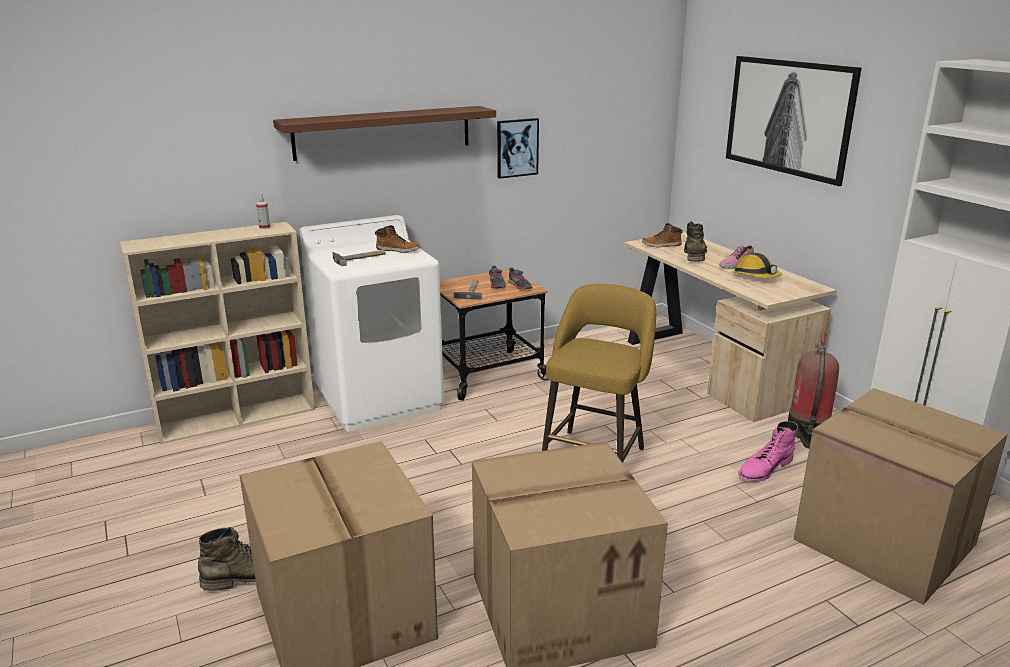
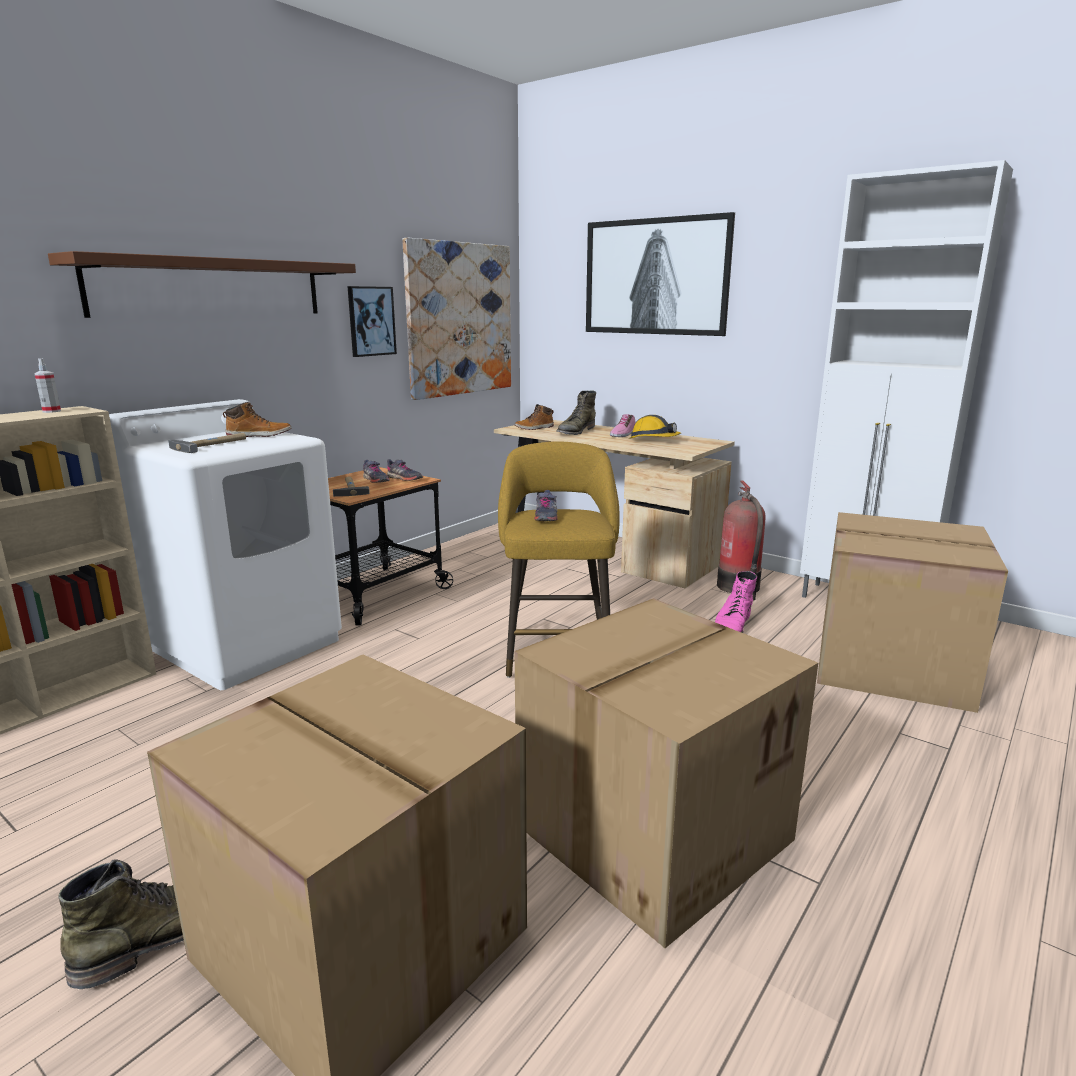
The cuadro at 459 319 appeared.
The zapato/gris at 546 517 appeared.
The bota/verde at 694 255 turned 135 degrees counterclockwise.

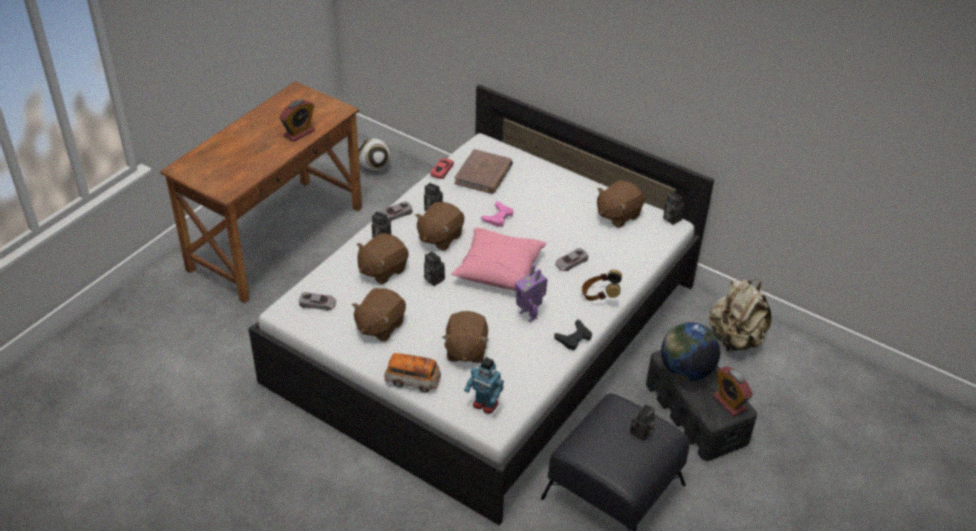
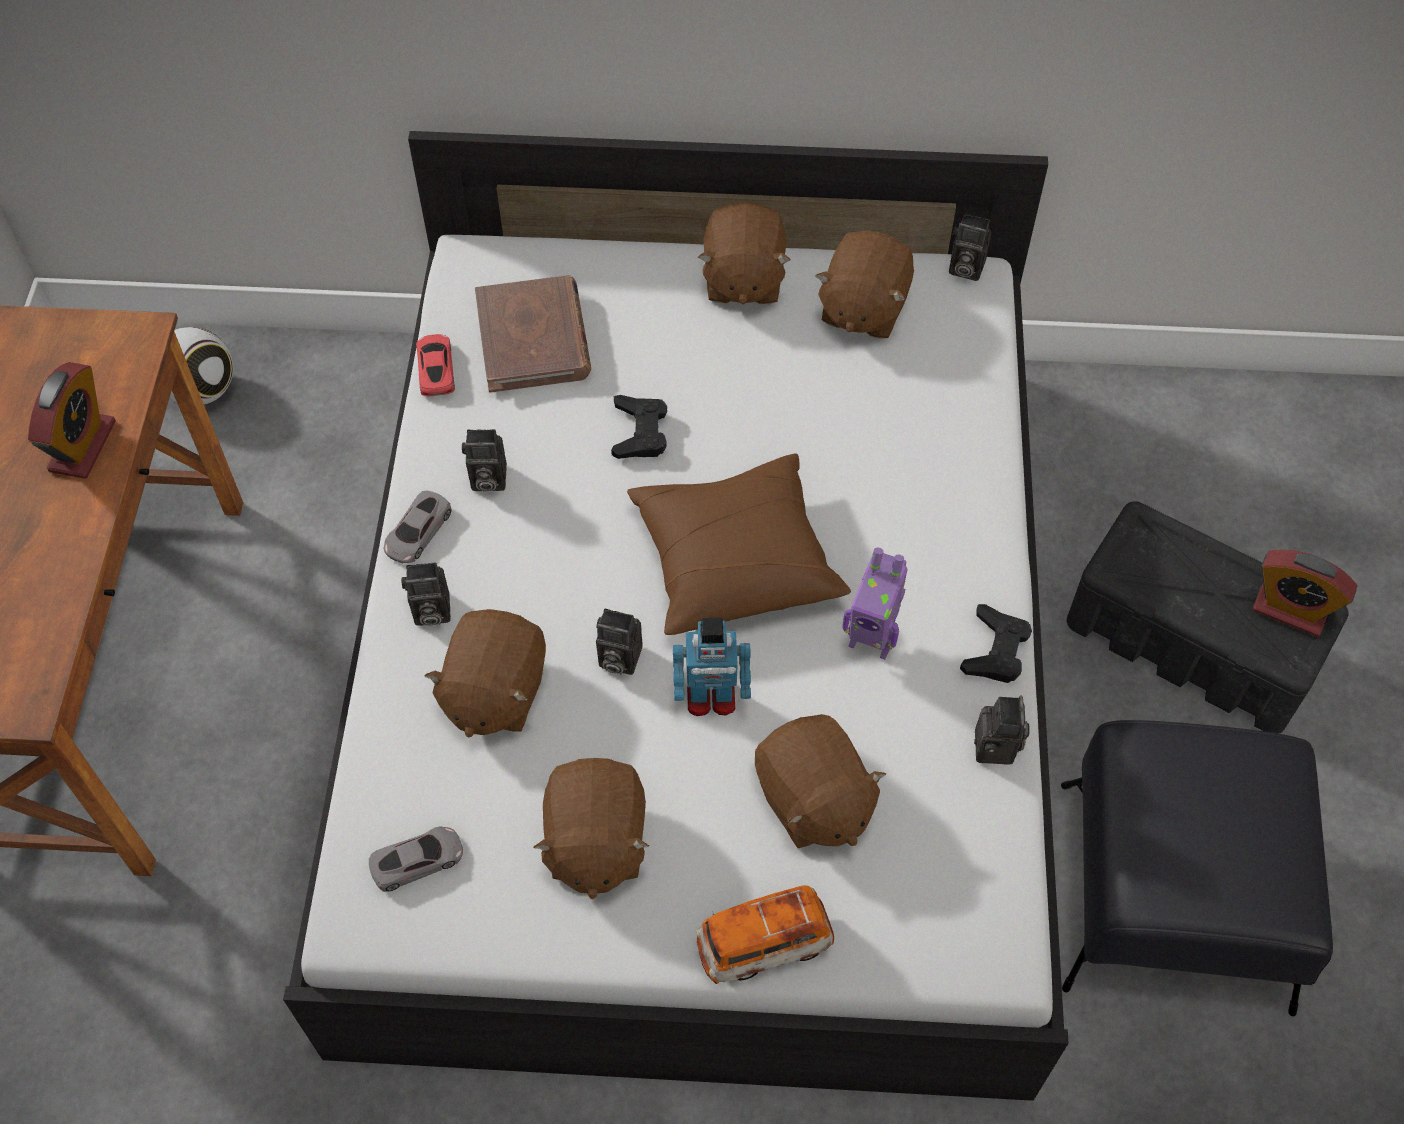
The mando de consola/rosa at 498 217 became the mando de consola/negro at 640 432.
The cojín/rosa at 499 269 became the cojín/marrón at 734 560.
The robot de juguete moved from 485 405 to 711 698.
The peluche/marrón moved from 439 237 to 742 279.
The cámara moved from 641 433 to 997 749.
The coche de juguete/gris at 571 262 disappeared.
The auriculares at 599 296 disappeared.
The globo terráqueo at 685 371 disappeared.
The mochila/beis at 735 339 disappeared.

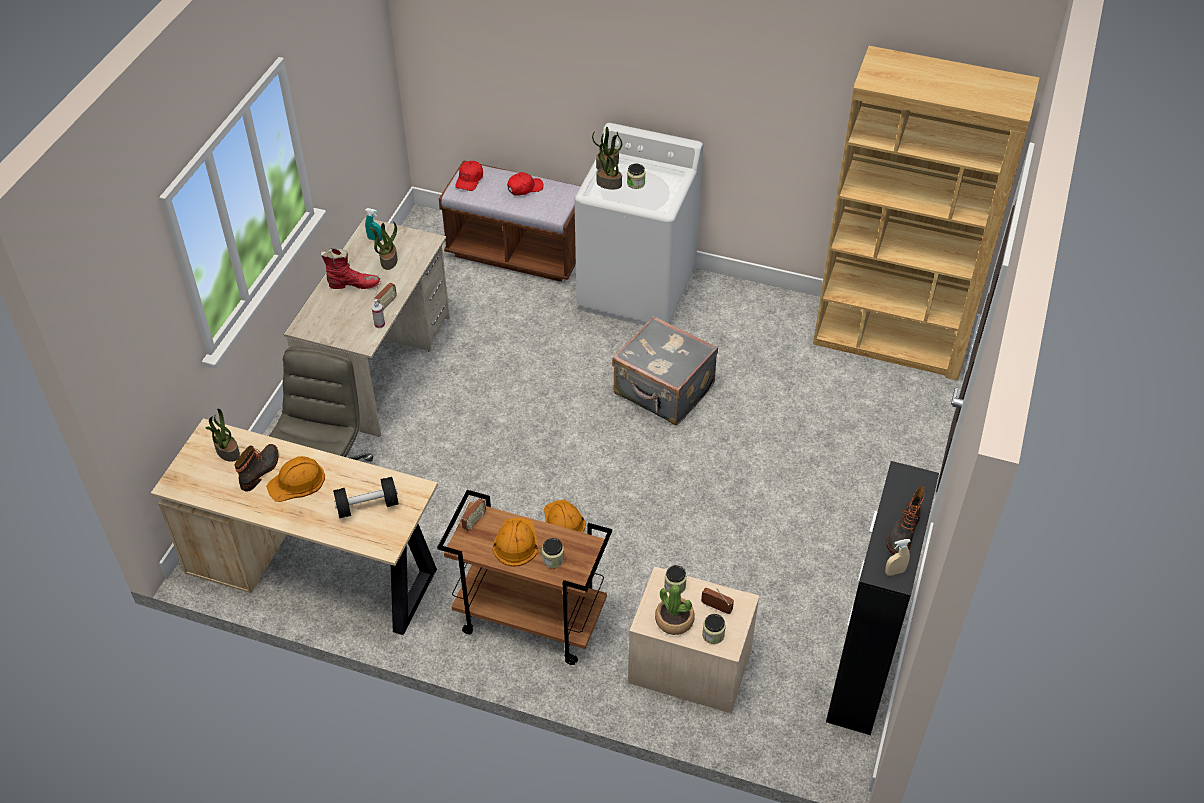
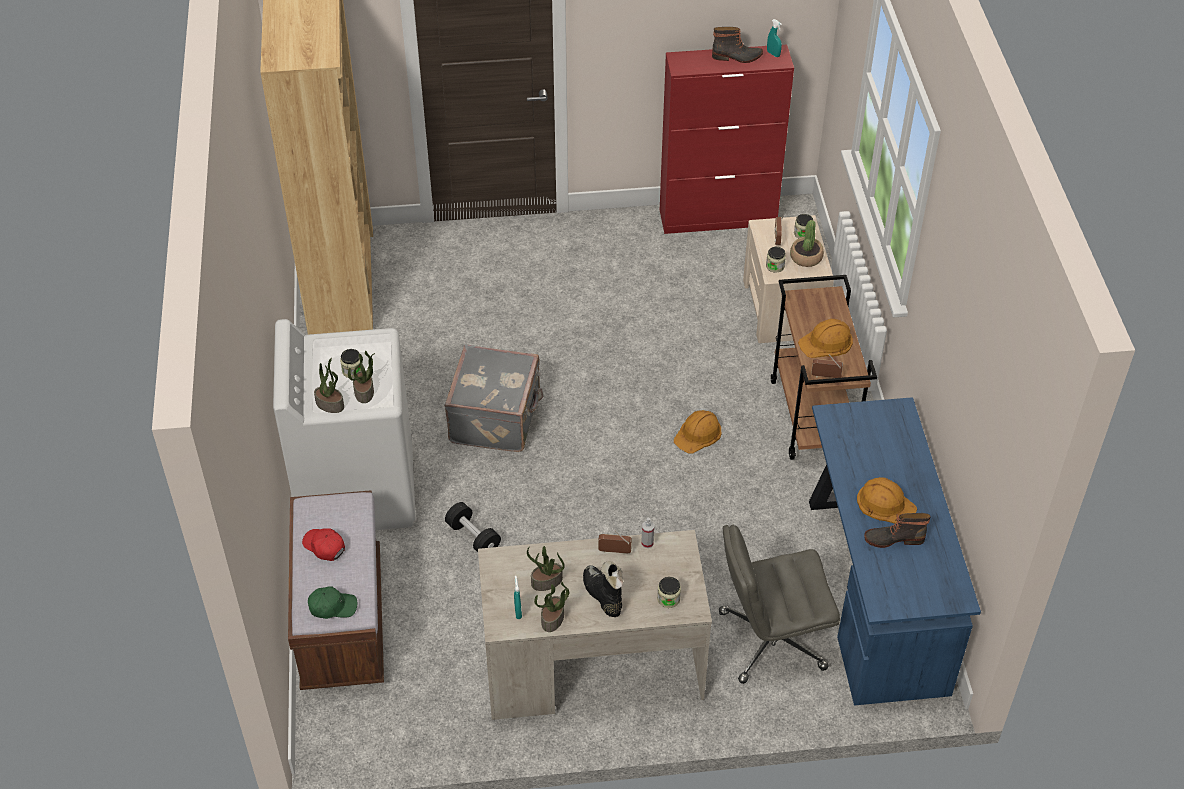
The gorra/rojo at 470 180 became the gorra/verde at 332 606.
The mancuerna/negro moved from 367 506 to 473 537.
The planta en maceta moved from 227 452 to 553 619.
The bota/rojo at 353 284 became the bota/negro at 602 596.
The tarro moved from 553 559 to 668 599.
The armario/negro at 862 670 became the armario/rojo at 718 217.
The pulverizador/beis at 895 572 became the pulverizador/turquesa at 773 54.
The escritorio/beis at 316 571 became the escritorio/azul at 874 589.

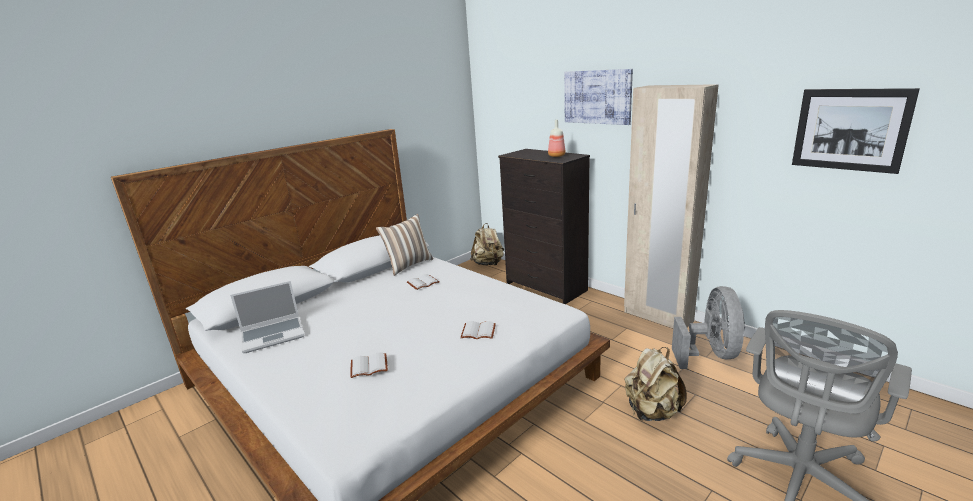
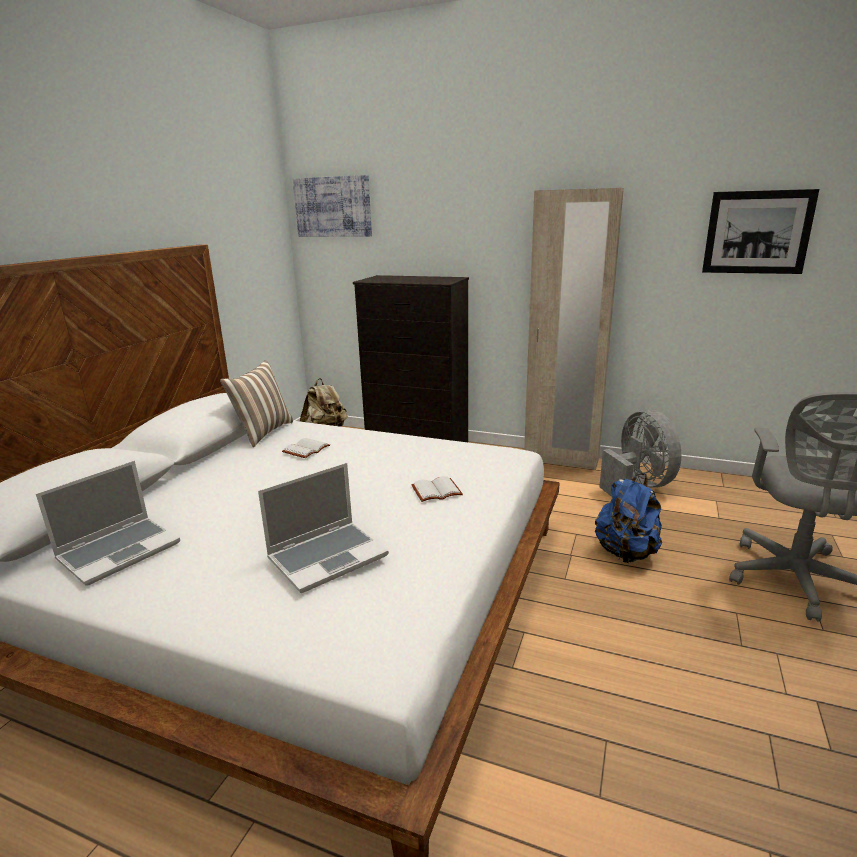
The libro/blanco at 369 365 was replaced by the portátil at 328 556.
The cuadro moved from 597 97 to 333 207.
The mochila/beis at 652 412 became the mochila/azul at 626 553.
The botella at 556 156 disappeared.

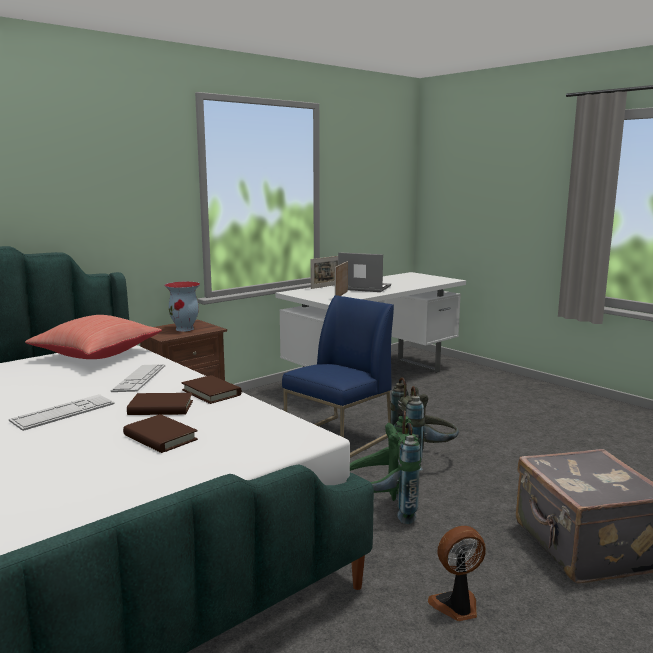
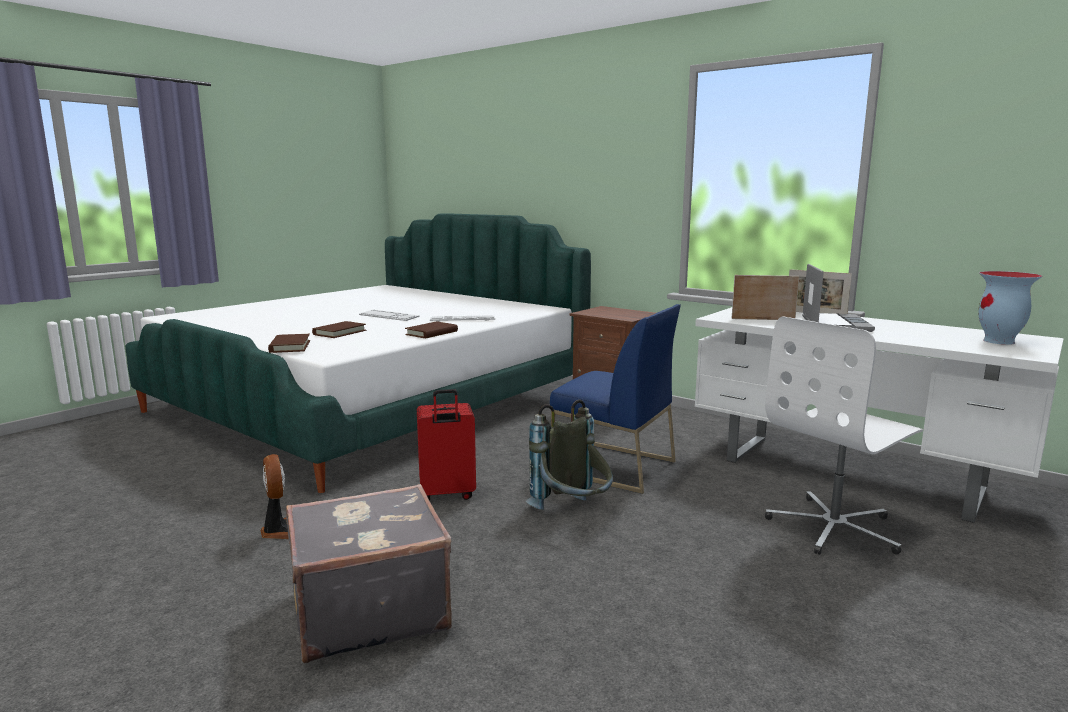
The libro/marrón moved from 161 408 to 290 346.
The mochila/verde at 380 510 was replaced by the maleta/rojo at 446 495.
The silla de oficina/blanco at 834 528 appeared.
The florero moved from 185 329 to 1000 341.
The cojín/rojo at 96 355 disappeared.

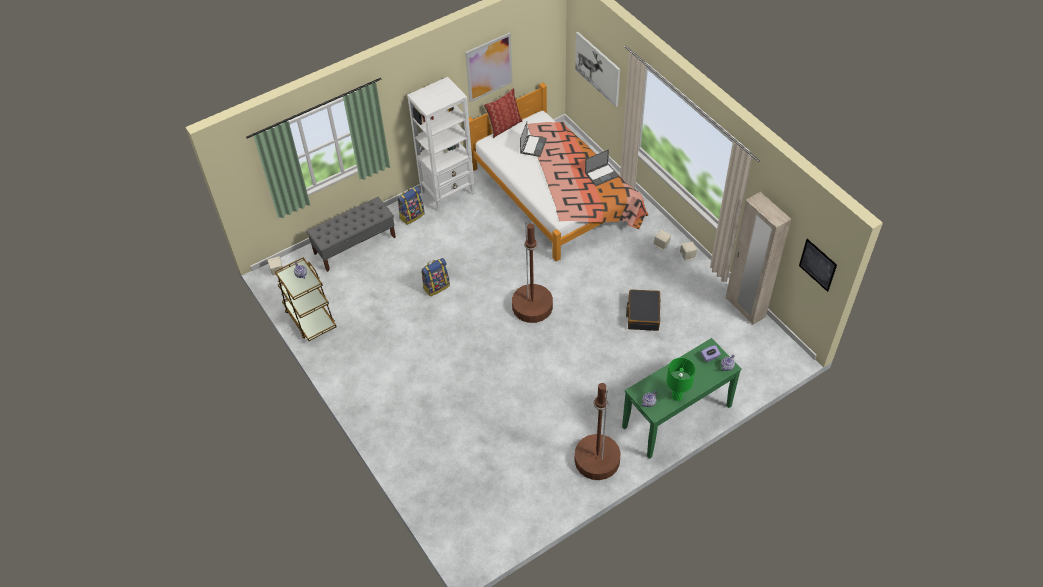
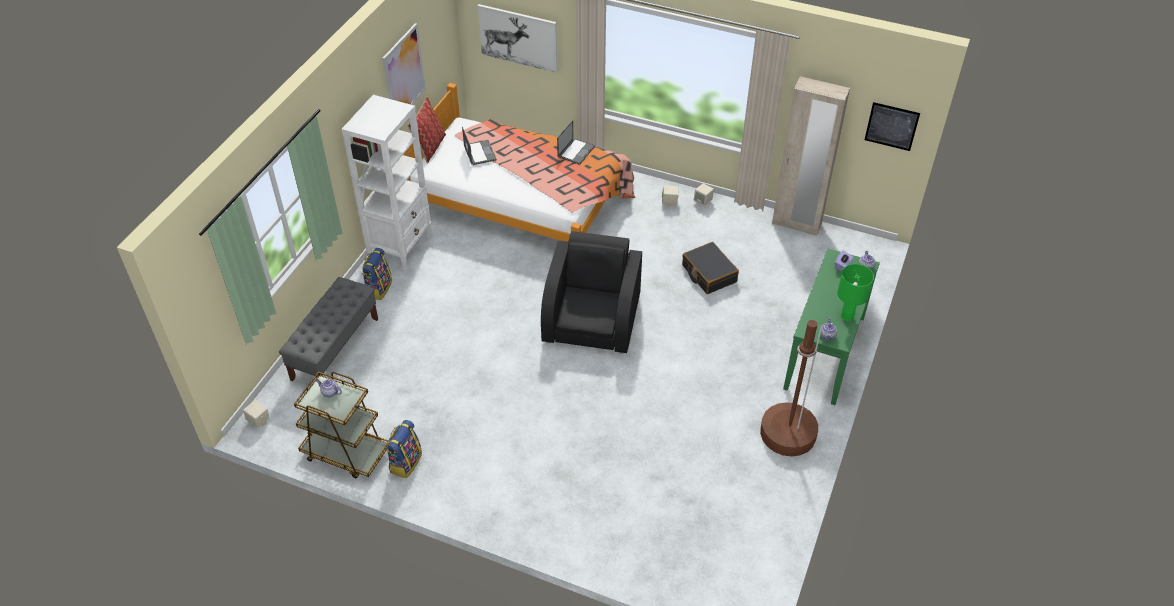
The mochila moved from 436 286 to 405 462.
The lámpara de pie/marrón at 532 306 was replaced by the sillón/negro at 592 318.

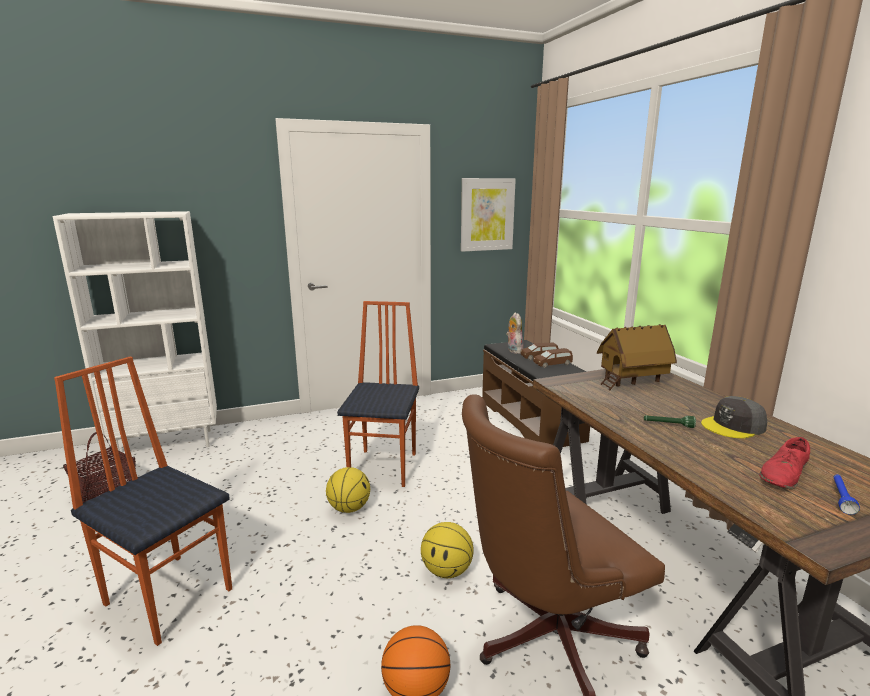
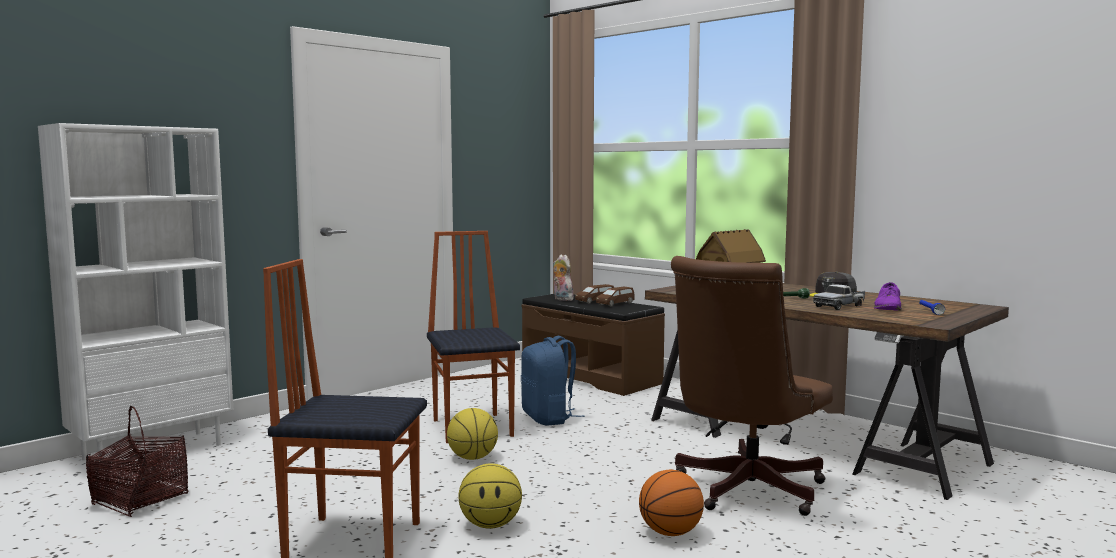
The balón de baloncesto moved from 447 571 to 491 525.
The mochila/azul at 549 418 appeared.
The camión de juguete at 840 306 appeared.
The zapato/rojo at 784 474 became the zapato/morado at 888 307.
The cuadro at 487 214 disappeared.

